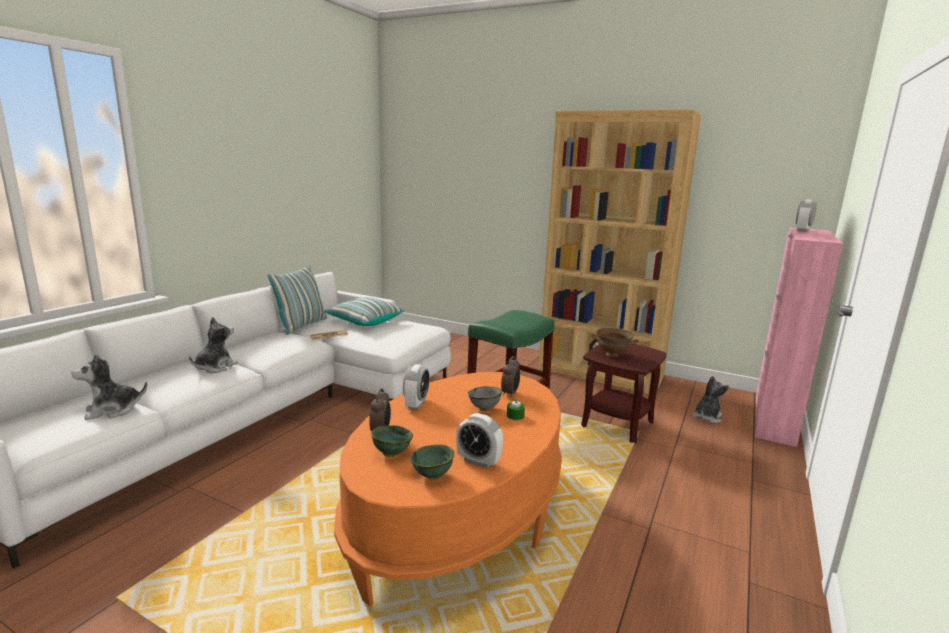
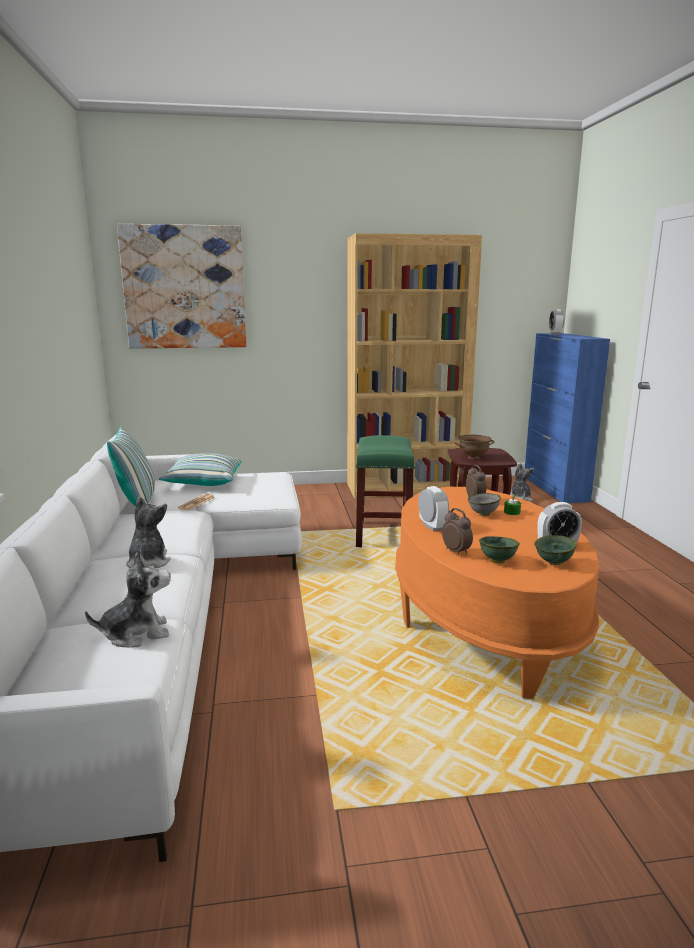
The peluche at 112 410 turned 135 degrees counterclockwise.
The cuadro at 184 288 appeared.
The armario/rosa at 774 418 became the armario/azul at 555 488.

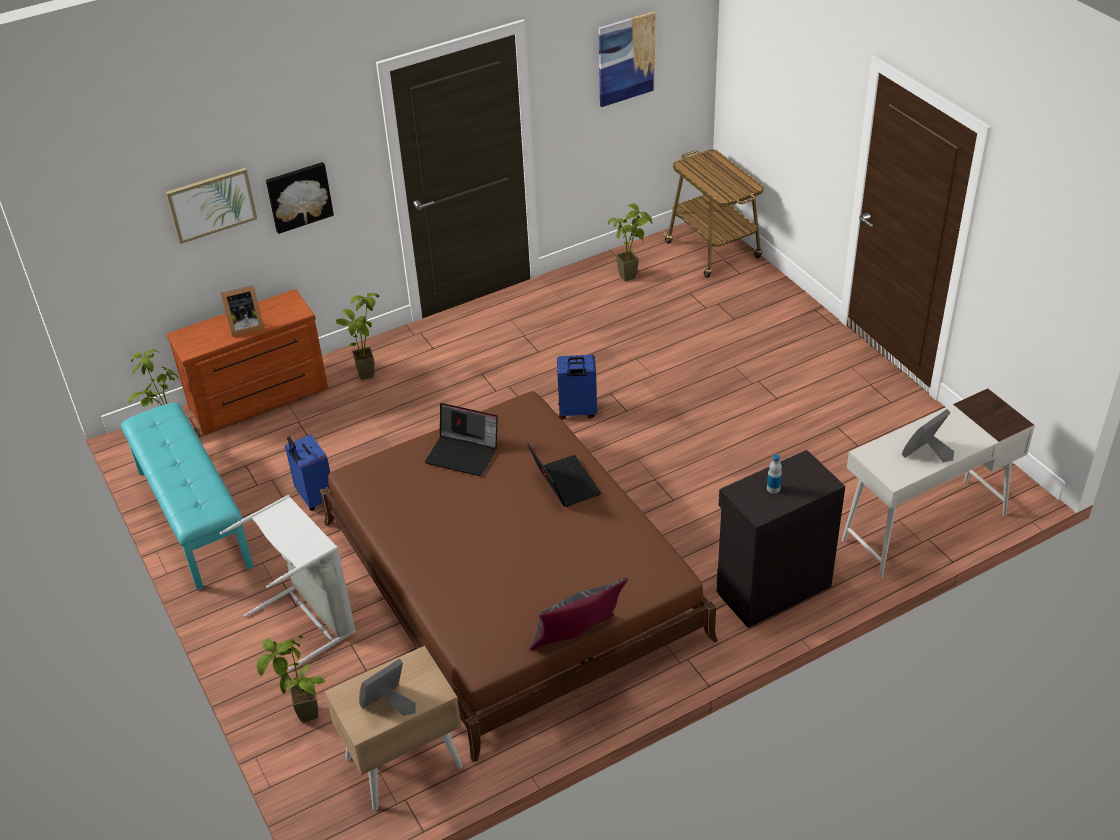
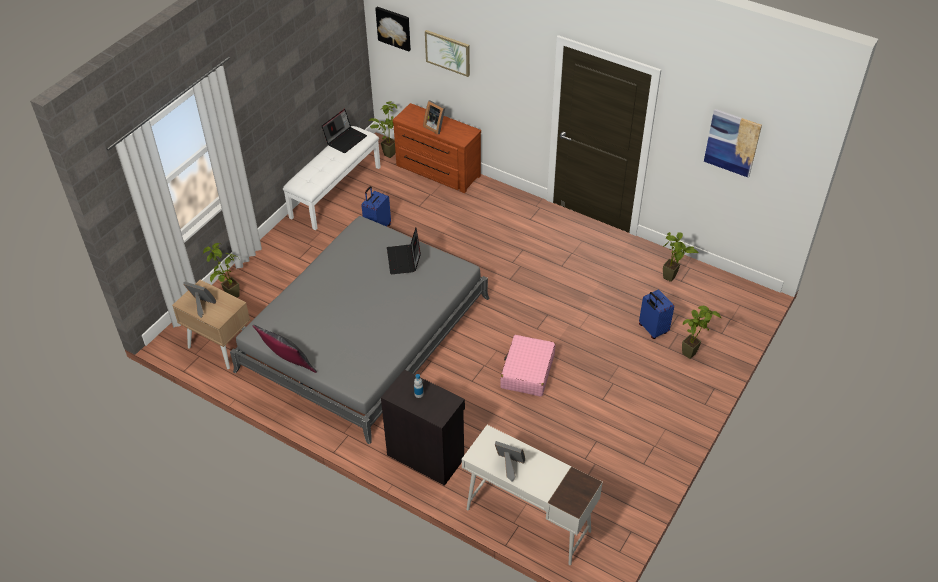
The cama/marrón at 511 578 became the cama/gris at 365 334.
The banco/turquesa at 192 518 became the banco/blanco at 335 192.
The portátil moved from 563 483 to 345 139.
The cuadro moved from 299 196 to 394 28.
The maleta/rosa at 527 372 appeared.
The maleta/azul moved from 577 412 to 652 329.
The planta en maceta moved from 367 370 to 693 352.
The cesto de la ropa/gris at 310 618 disappeared.
The carrito at 713 251 disappeared.

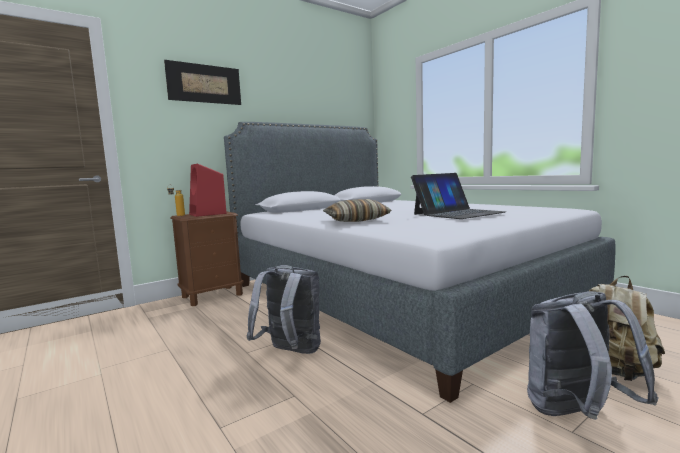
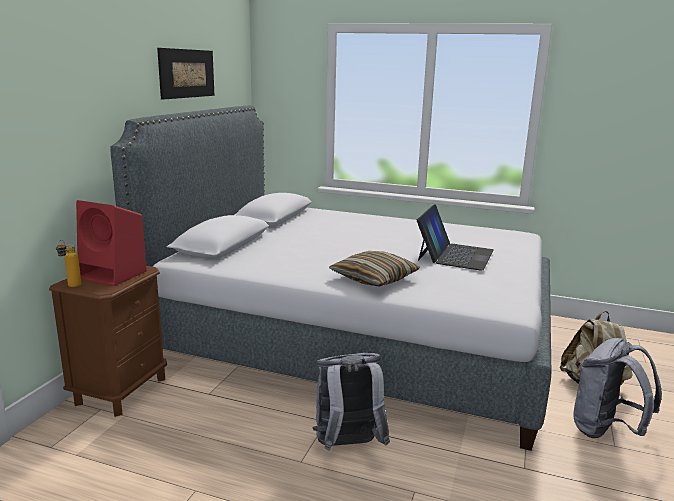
The cuadro moved from 204 83 to 187 73.

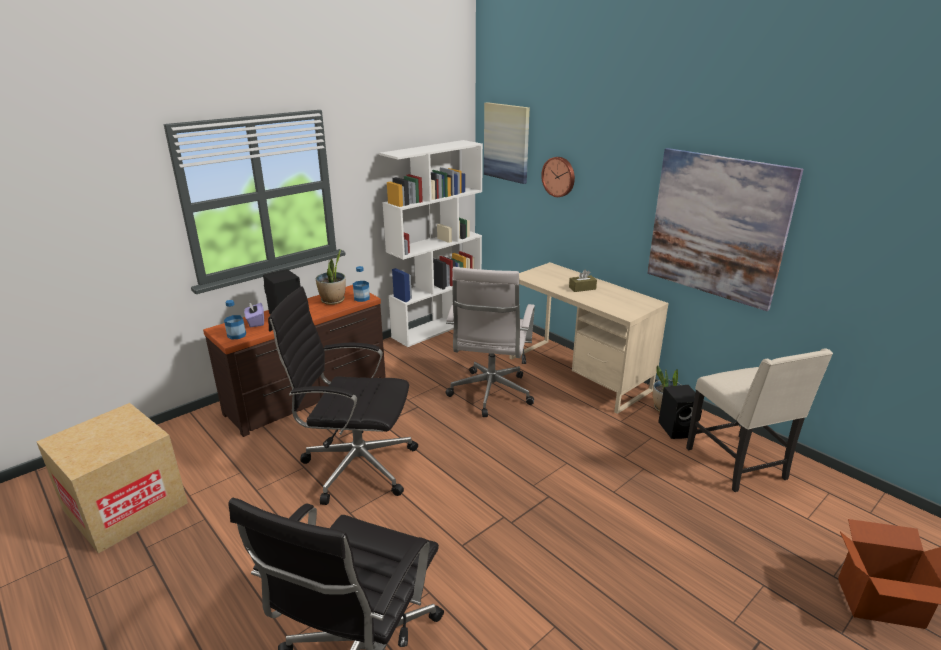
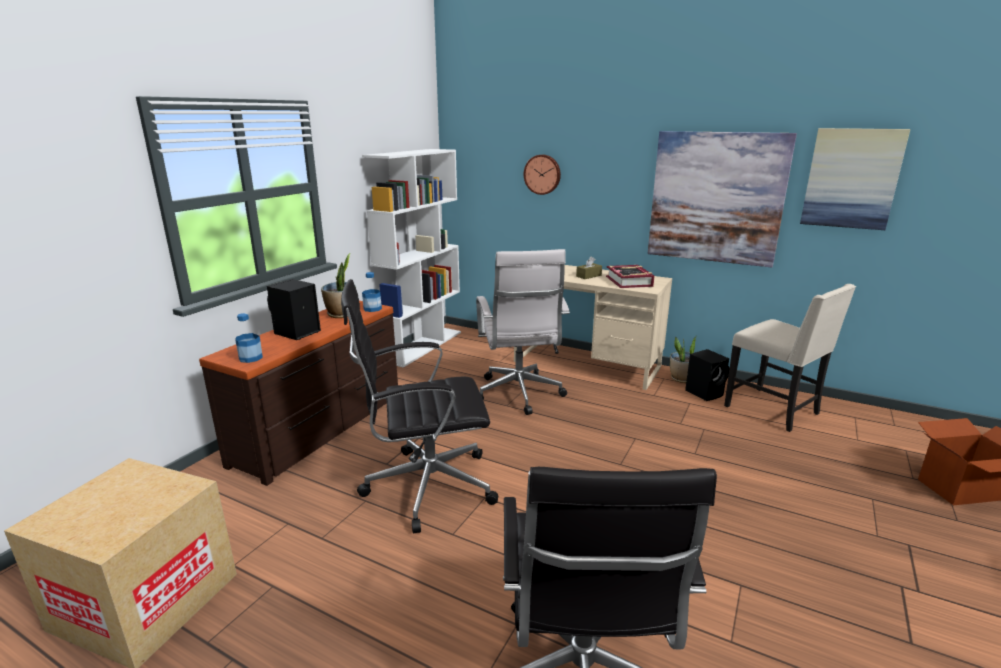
The libro at 629 281 appeared.
The cuadro moved from 507 142 to 851 178.
The caja de pañuelos/morado at 255 322 disappeared.

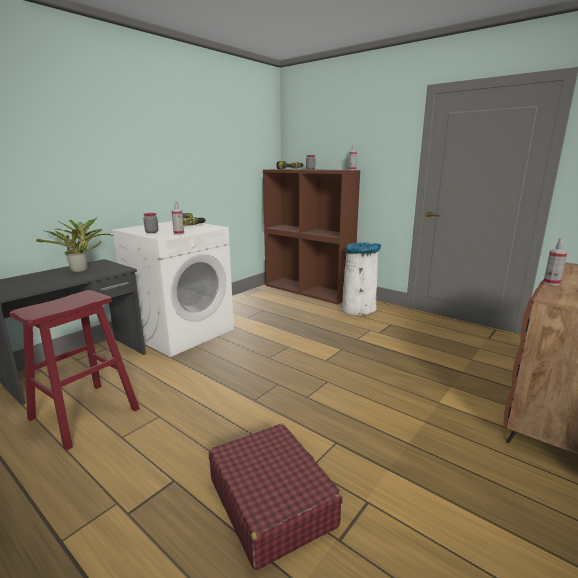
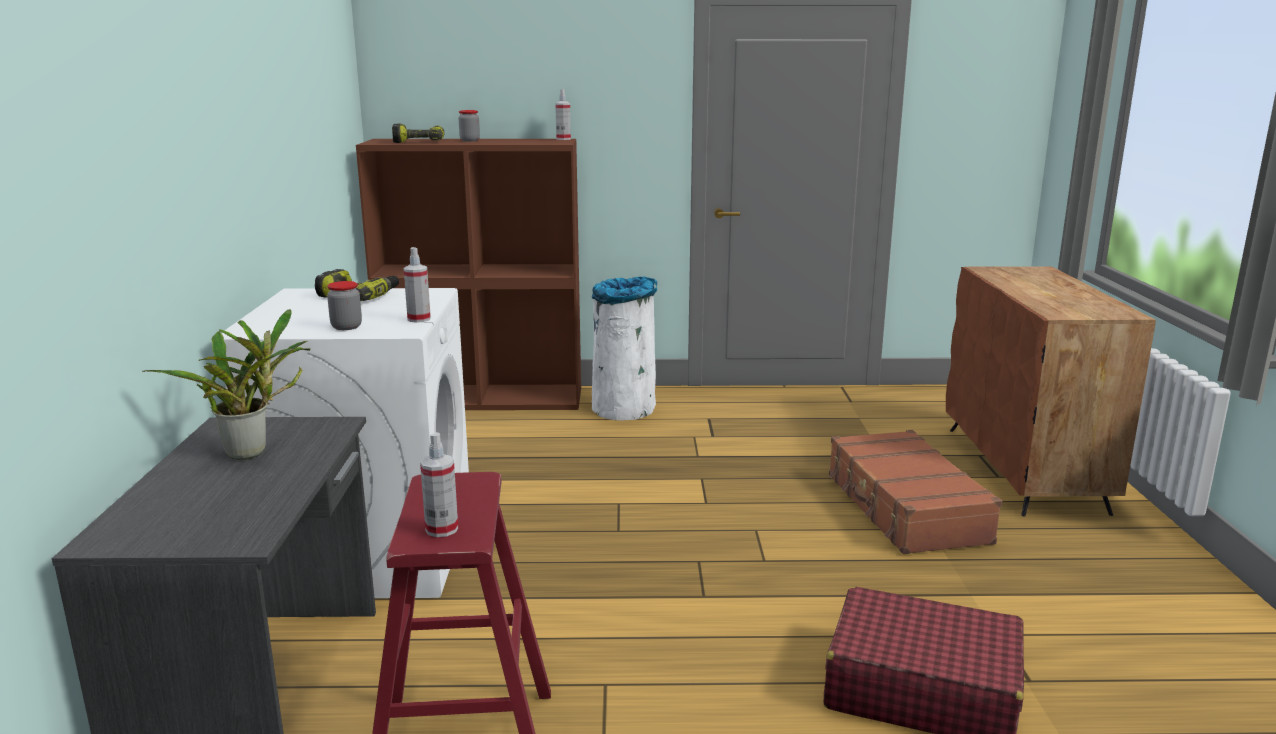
The pulverizador moved from 551 283 to 441 529.
The maleta/marrón at 904 508 appeared.

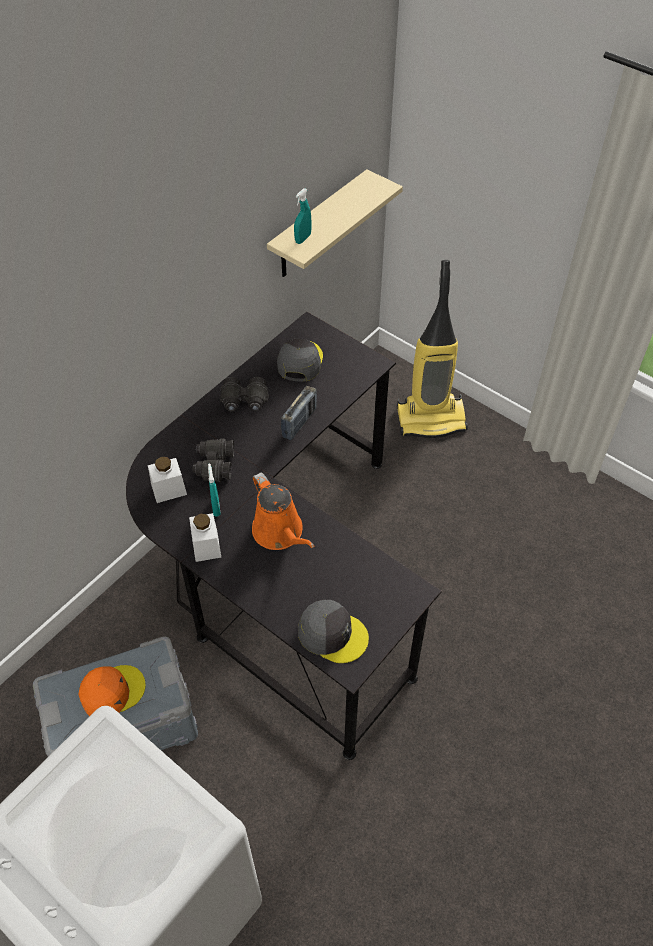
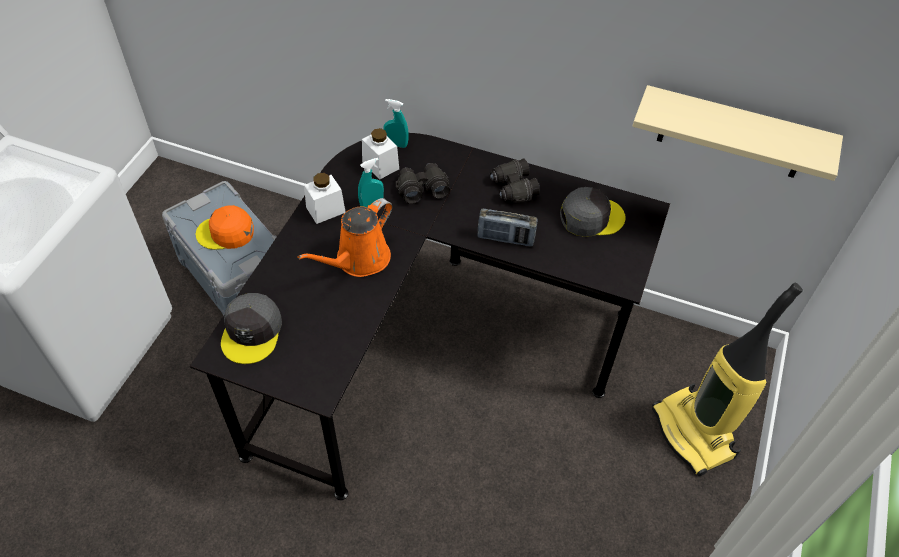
The gorra/naranja at 112 692 turned 135 degrees clockwise.
The pulverizador/turquesa moved from 303 239 to 396 144.

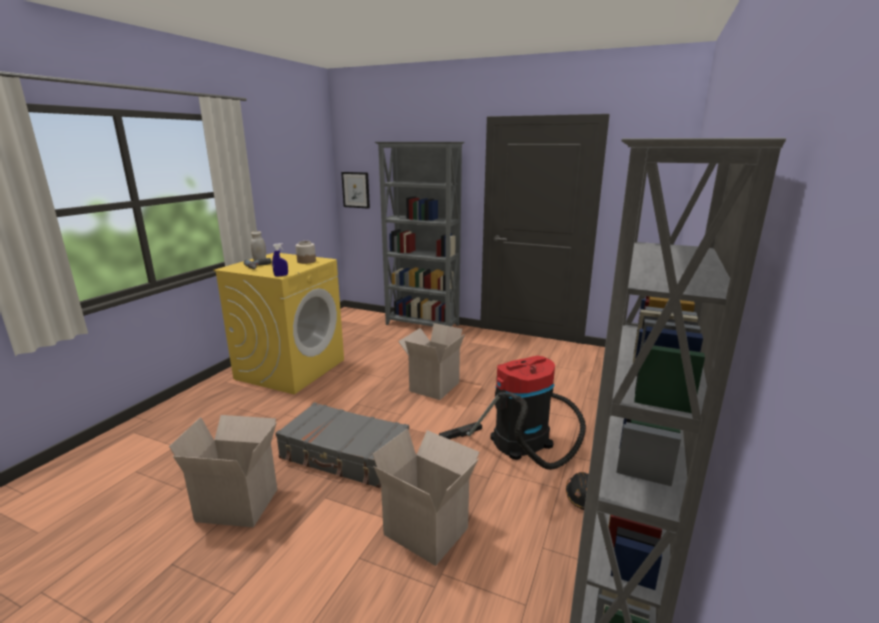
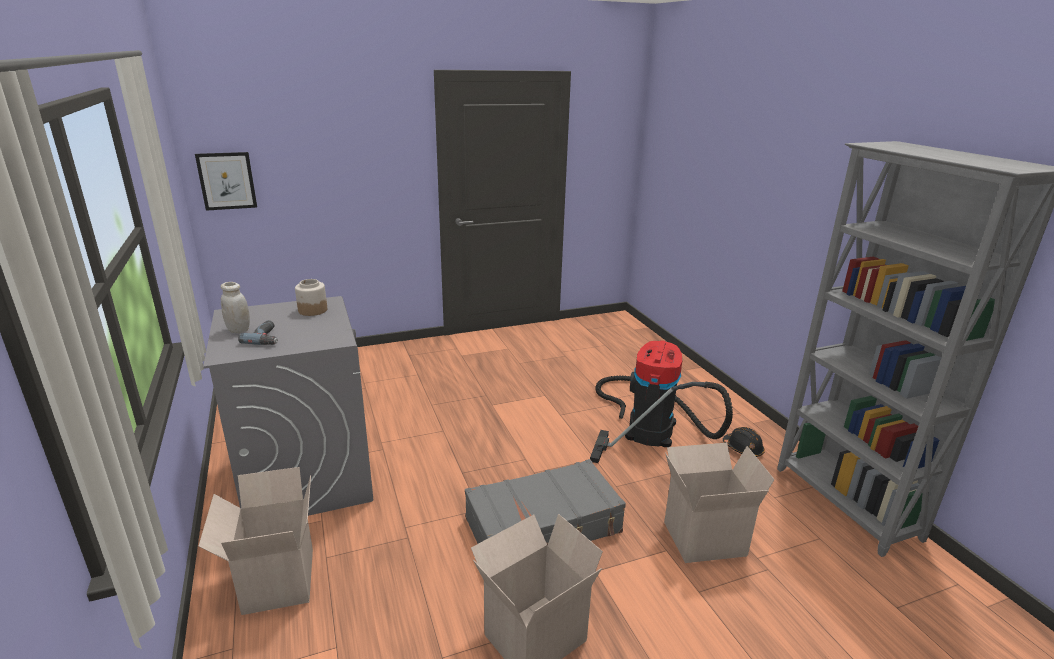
The caja de cartón moved from 433 386 to 276 580.
The lavadora/amarillo at 291 369 became the lavadora/gris at 306 475.
The pulverizador/azul at 281 275 disappeared.
The estantería/gris at 422 325 disappeared.

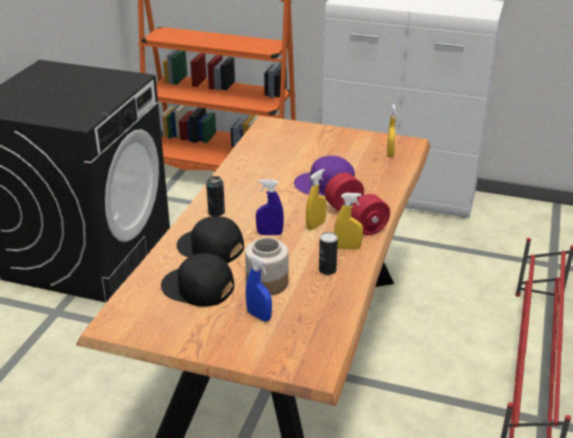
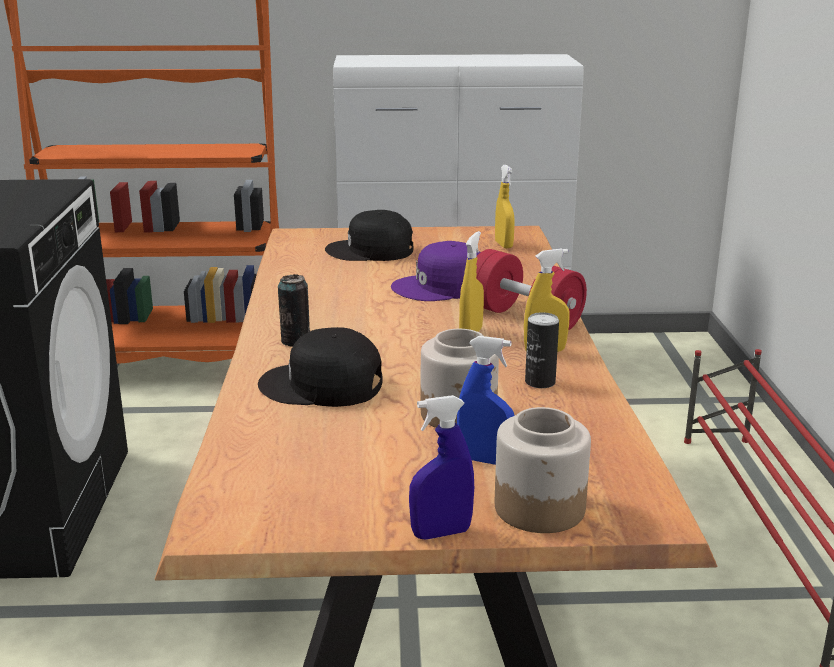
The gorra/negro moved from 197 287 to 371 251.
The pulverizador/azul moved from 269 233 to 441 533.
The tarro at 540 508 appeared.

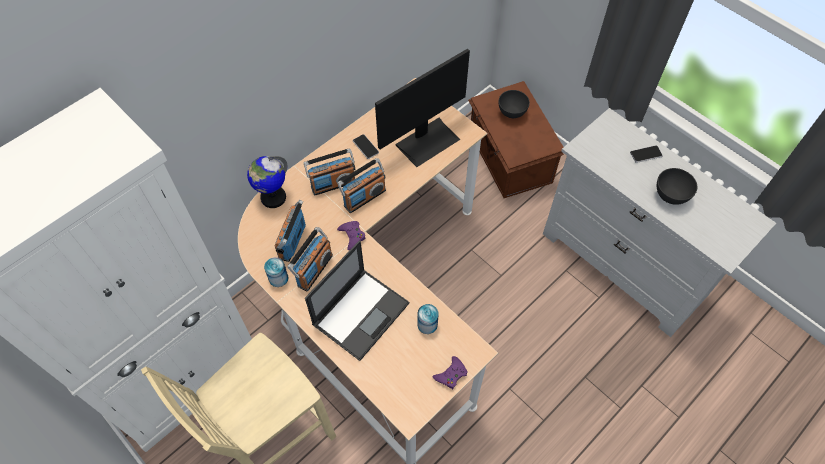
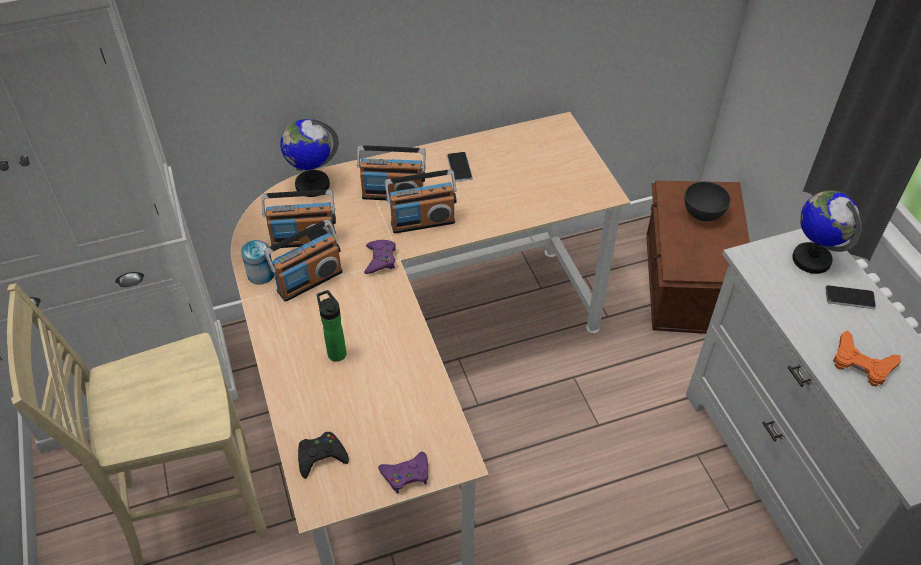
The radio at 292 241 turned 135 degrees counterclockwise.
The mando de consola/negro at 321 457 appeared.
The portátil at 361 313 was replaced by the botella at 335 352.
The globo terráqueo at 811 259 appeared.
The cuenco/gris at 670 195 was replaced by the mando de consola/naranja at 862 363.
The monitor at 427 141 disappeared.
The lata at 427 324 disappeared.

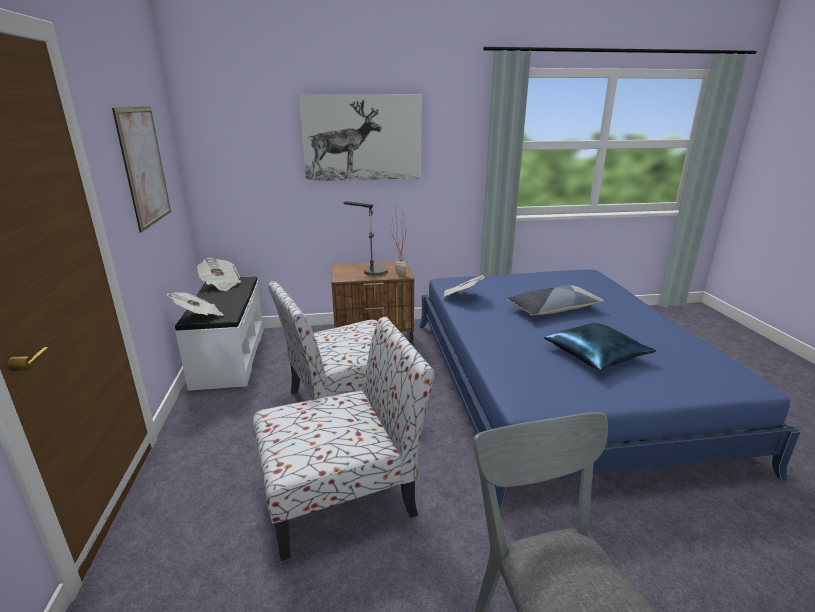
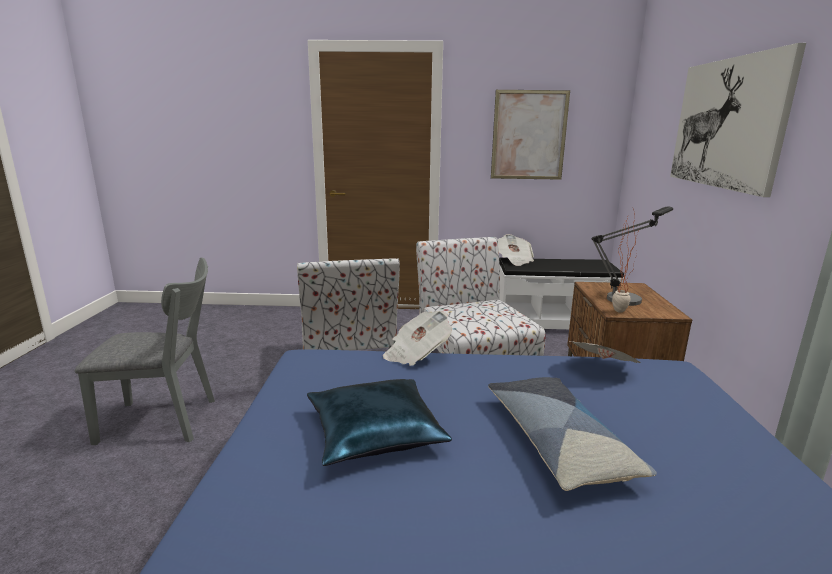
The periódico moved from 220 284 to 416 354.

